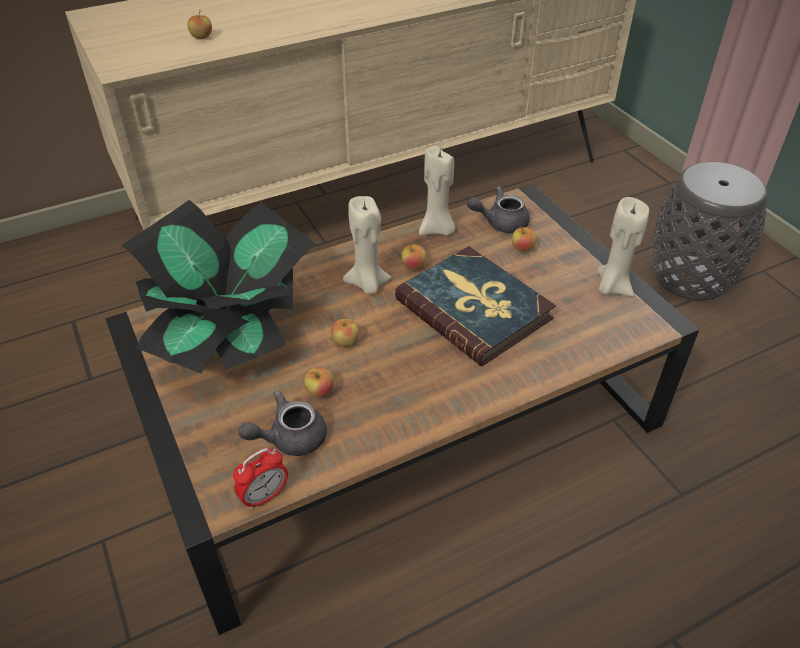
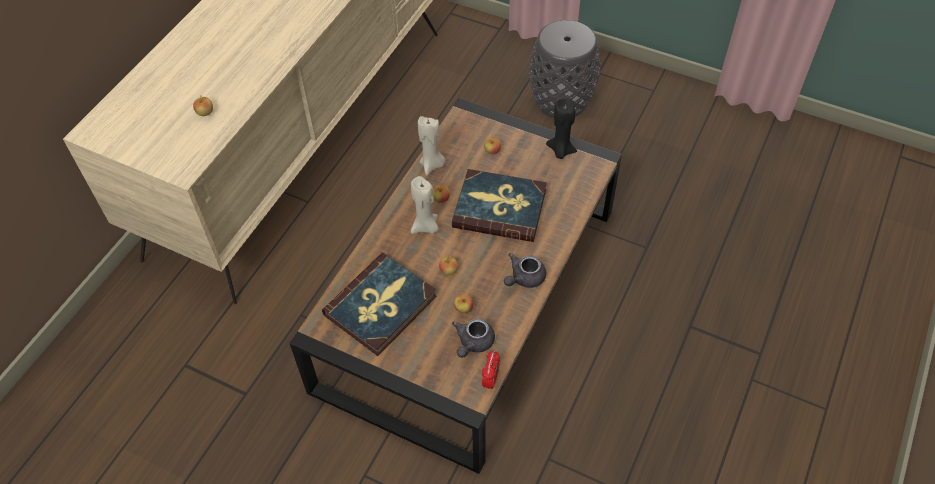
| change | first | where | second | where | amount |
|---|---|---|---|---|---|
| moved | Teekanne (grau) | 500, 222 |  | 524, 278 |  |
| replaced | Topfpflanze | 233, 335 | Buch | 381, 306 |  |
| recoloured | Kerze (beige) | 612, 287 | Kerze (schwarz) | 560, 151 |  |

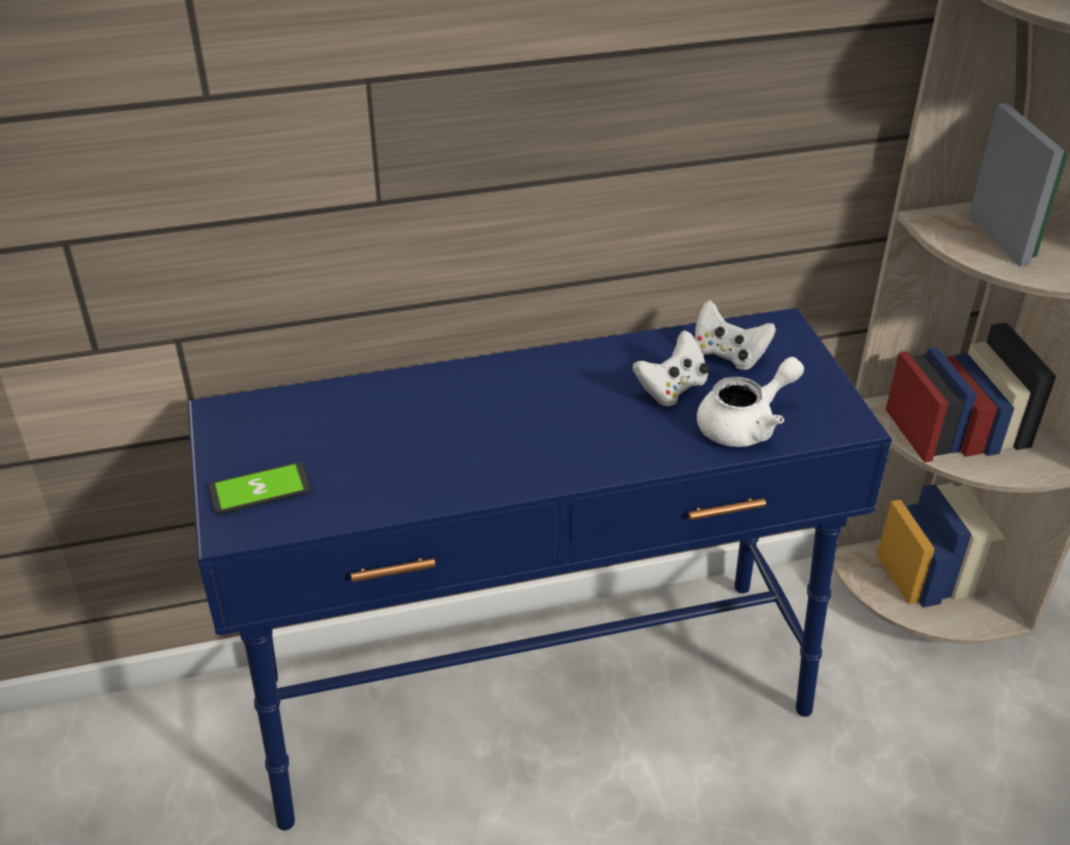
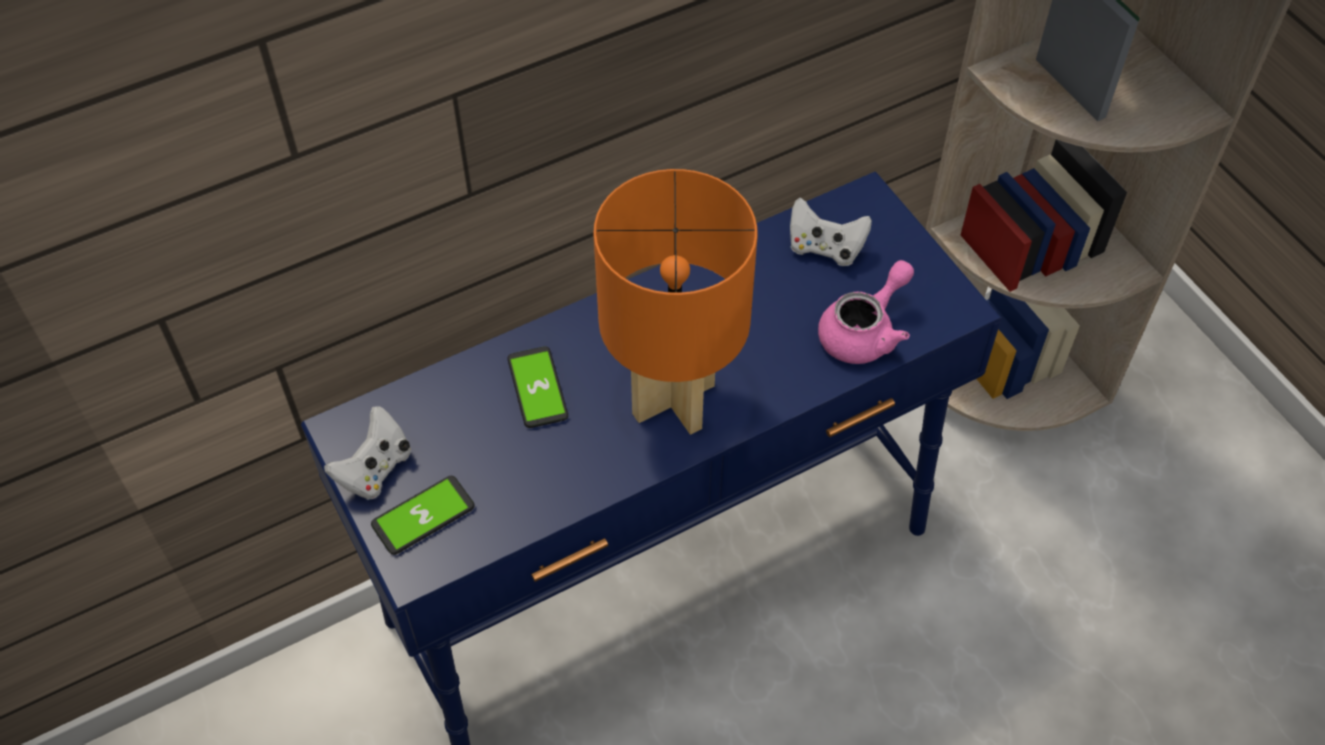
| change | first | where | second | where | amount |
|---|---|---|---|---|---|
| added |  |  | Handy | 537, 388 |  |
| added |  |  | Tischlampe (orange) | 675, 400 |  |
| moved | Gamepad (weiß) | 671, 389 |  | 375, 469 |  |
| recoloured | Teekanne (weiß) | 746, 424 | Teekanne (rosa) | 864, 332 |  |

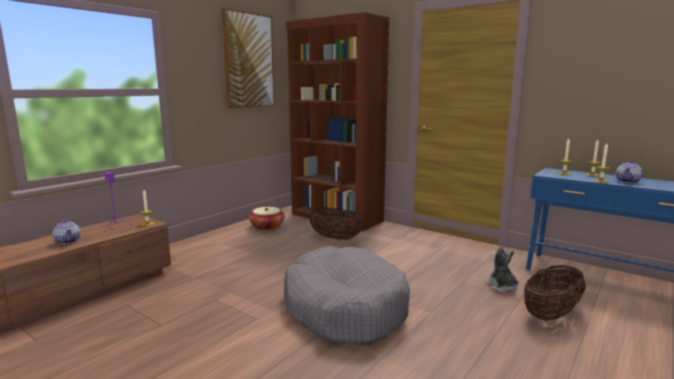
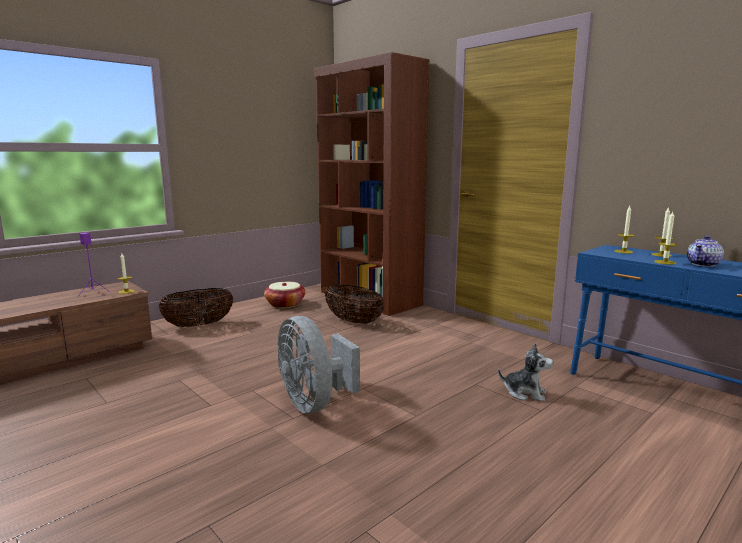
| change | first | where | second | where | amount |
|---|---|---|---|---|---|
| removed | Teekanne | 68, 241 |  |  |  |
| removed | Bild | 248, 61 |  |  |  |
| moved | Korb | 551, 314 |  | 199, 325 |  |
| replaced | Hundebett (grau) | 344, 309 | Ventilator (grau) | 314, 403 |  |
| turned | Plüschtier | 501, 287 |  | 525, 393 | 120 degrees clockwise |

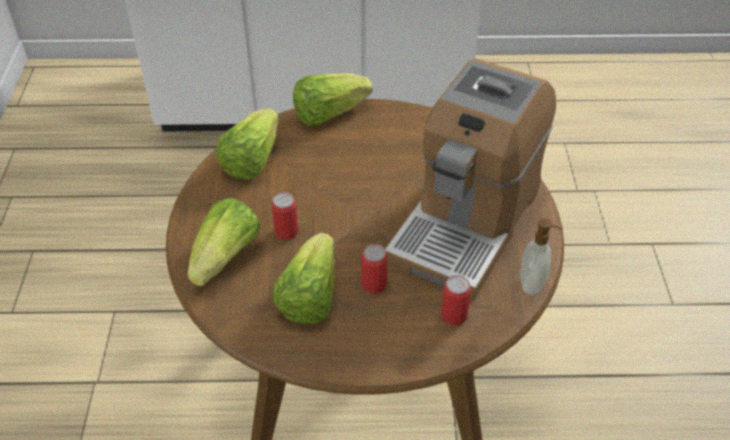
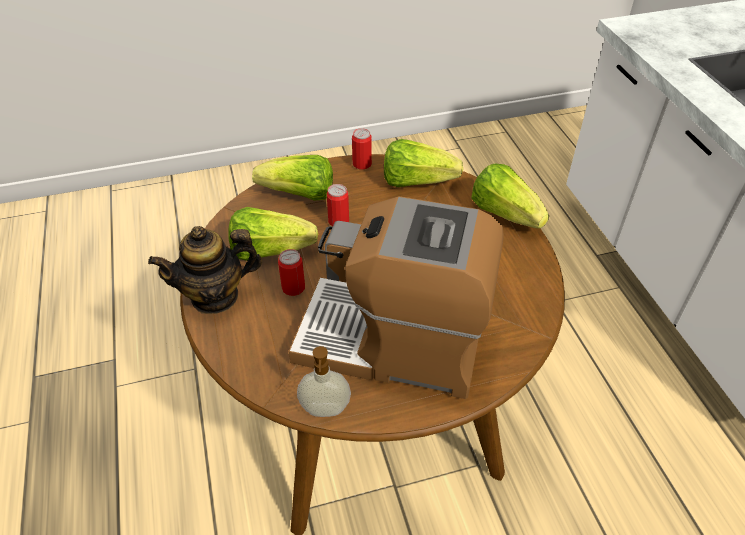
| change | first | where | second | where | amount |
|---|---|---|---|---|---|
| added |  |  | Teekanne | 215, 296 |  |
| moved | Dose | 454, 315 |  | 362, 164 |  |

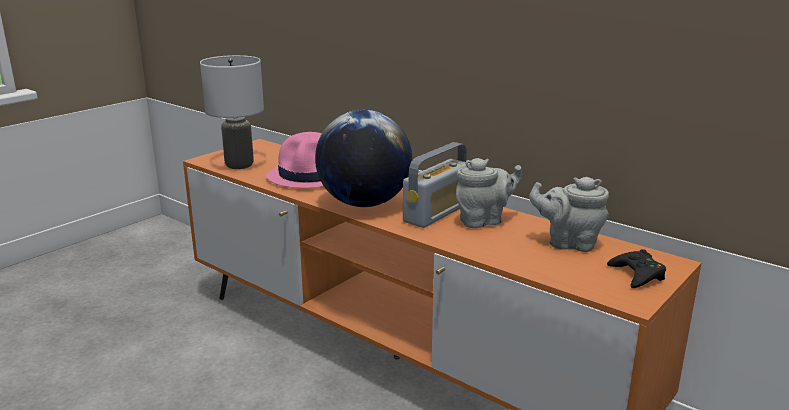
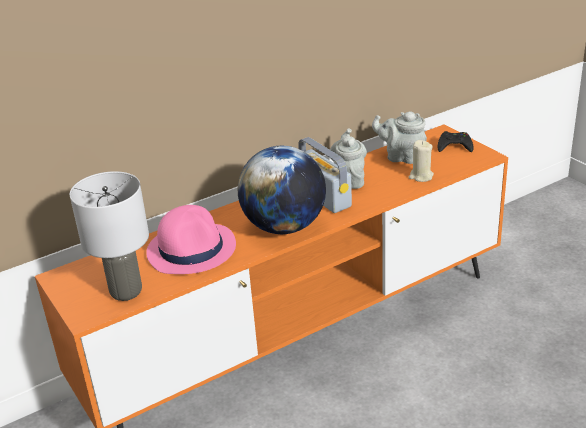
| change | first | where | second | where | amount |
|---|---|---|---|---|---|
| added |  |  | Kerze (beige) | 421, 176 |  |
| turned | Teekanne (grau) | 568, 243 |  | 401, 157 | 75 degrees clockwise |

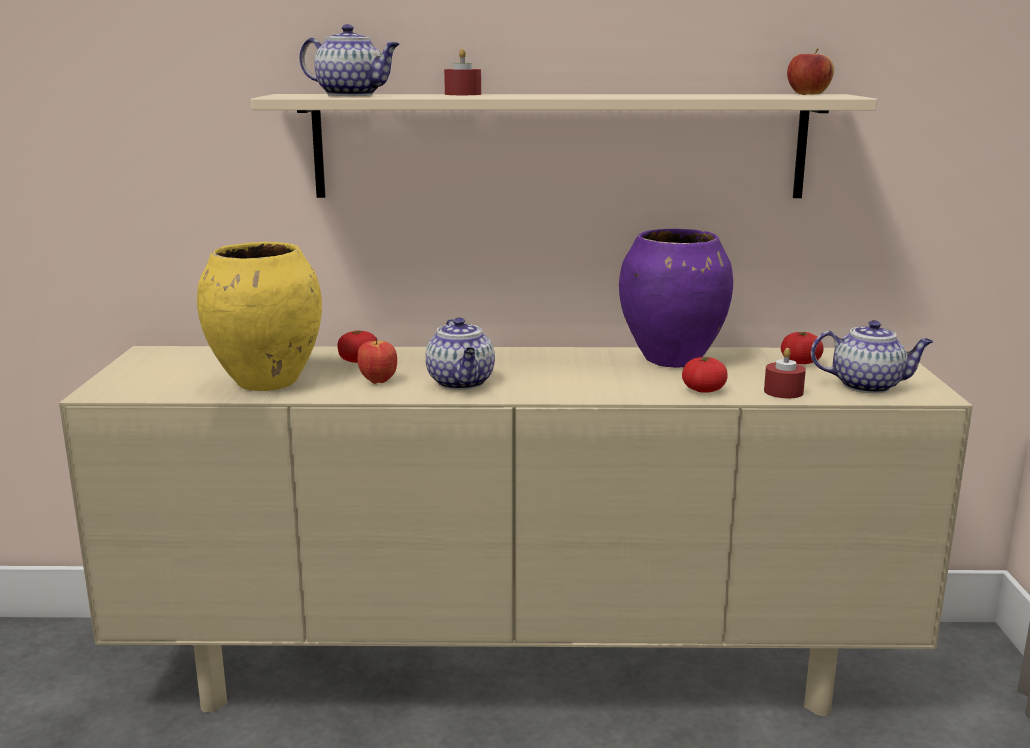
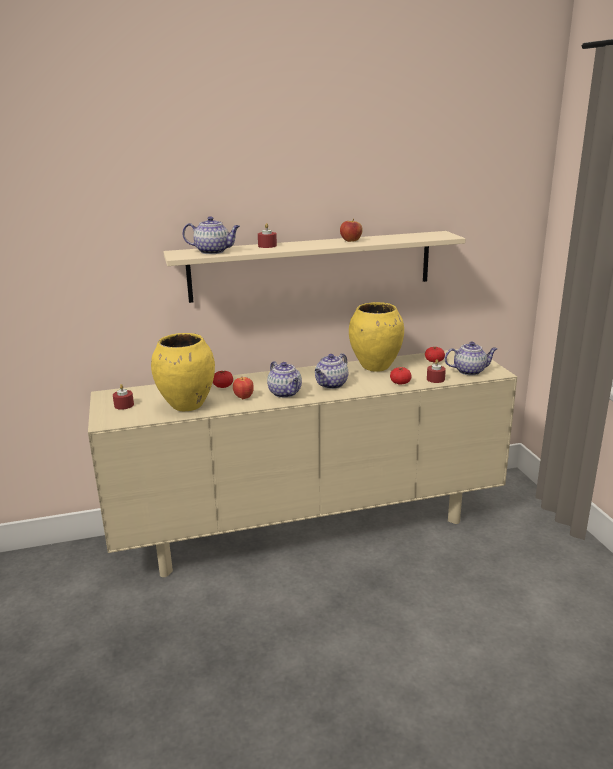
| change | first | where | second | where | amount |
|---|---|---|---|---|---|
| added |  |  | Kerze (rot) | 124, 405 |  |
| added |  |  | Teekanne | 331, 385 |  |
| moved | Apfel | 808, 94 |  | 351, 241 |  |
| recoloured | Vase (lila) | 673, 360 | Vase (gelb) | 376, 367 |  |

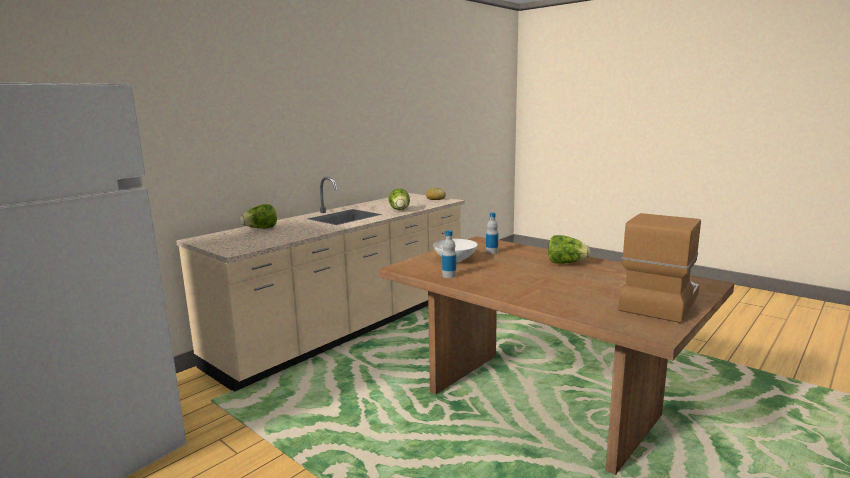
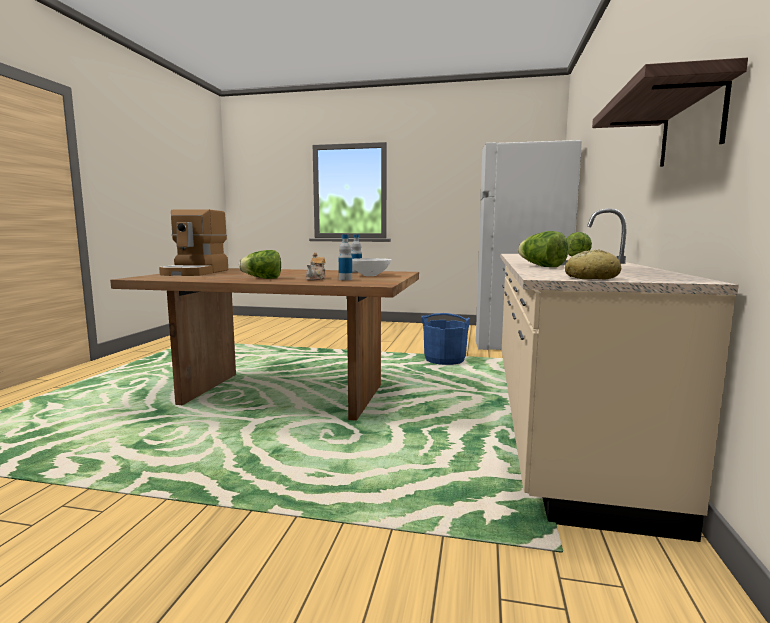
| change | first | where | second | where | amount |
|---|---|---|---|---|---|
| added |  |  | Teekanne | 316, 279 |  |
| added |  |  | Eimer (blau) | 444, 360 |  |
| added |  |  | Wandregal | 692, 124 |  |

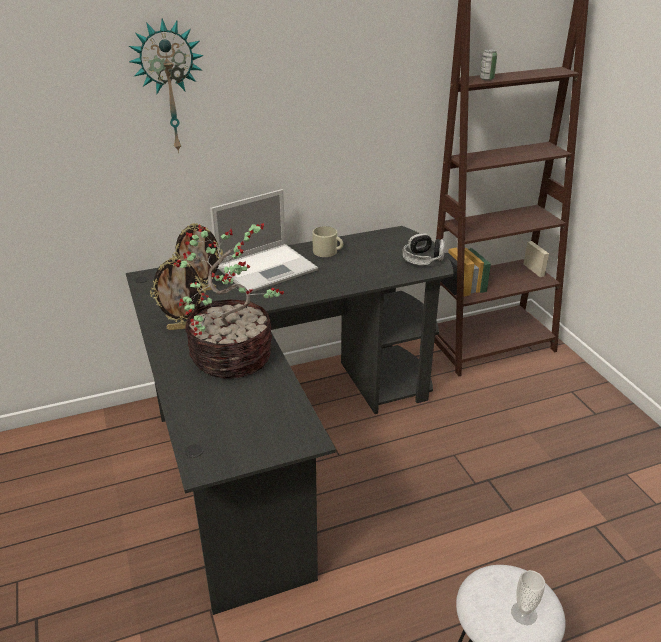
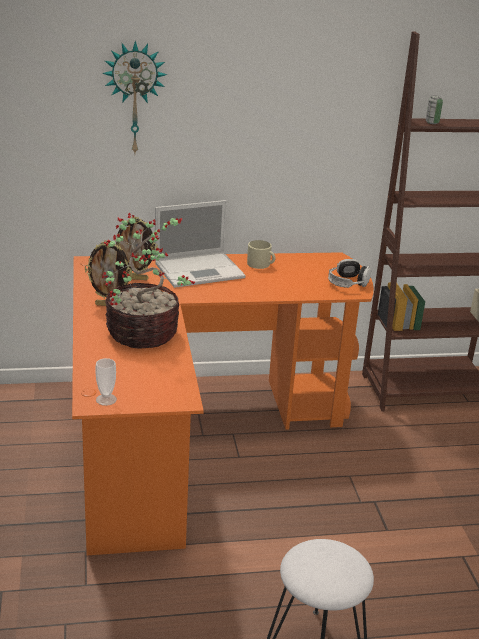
| change | first | where | second | where | amount |
|---|---|---|---|---|---|
| moved | Tasse | 524, 613 |  | 106, 399 |  |
| recoloured | Schreibtisch (schwarz) | 283, 439 | Schreibtisch (orange) | 191, 434 |  |

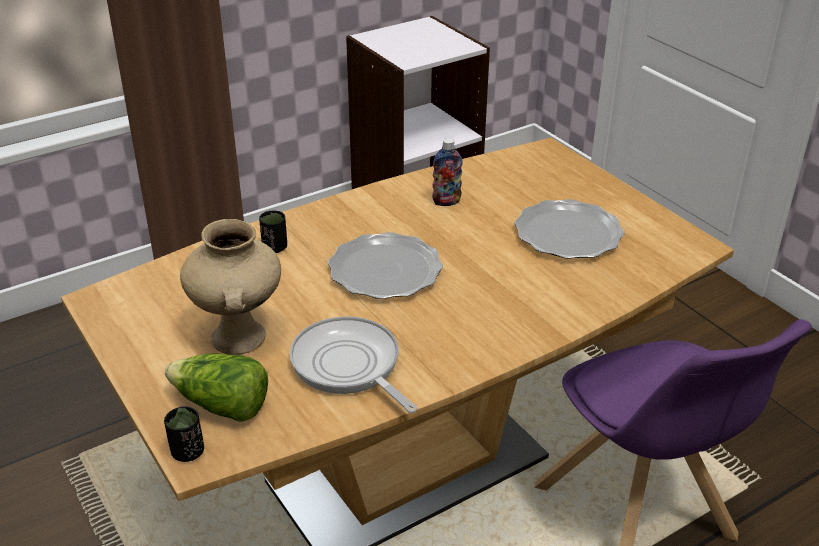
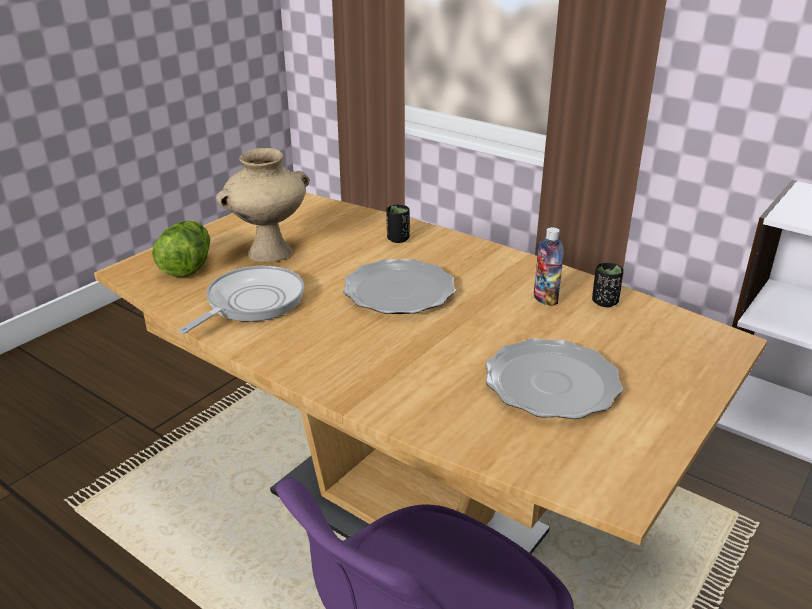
| change | first | where | second | where | amount |
|---|---|---|---|---|---|
| moved | Tasse (schwarz) | 187, 452 |  | 604, 302 |  |

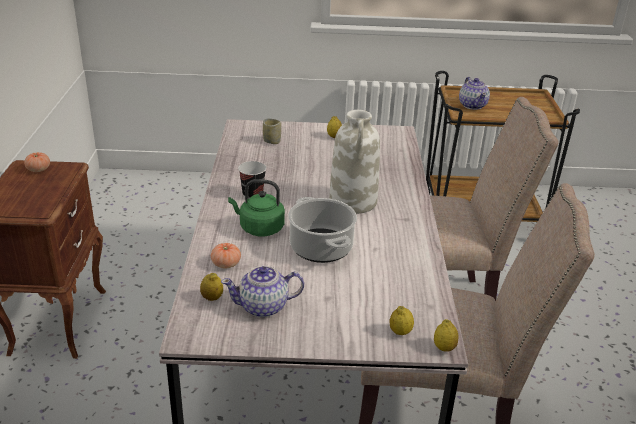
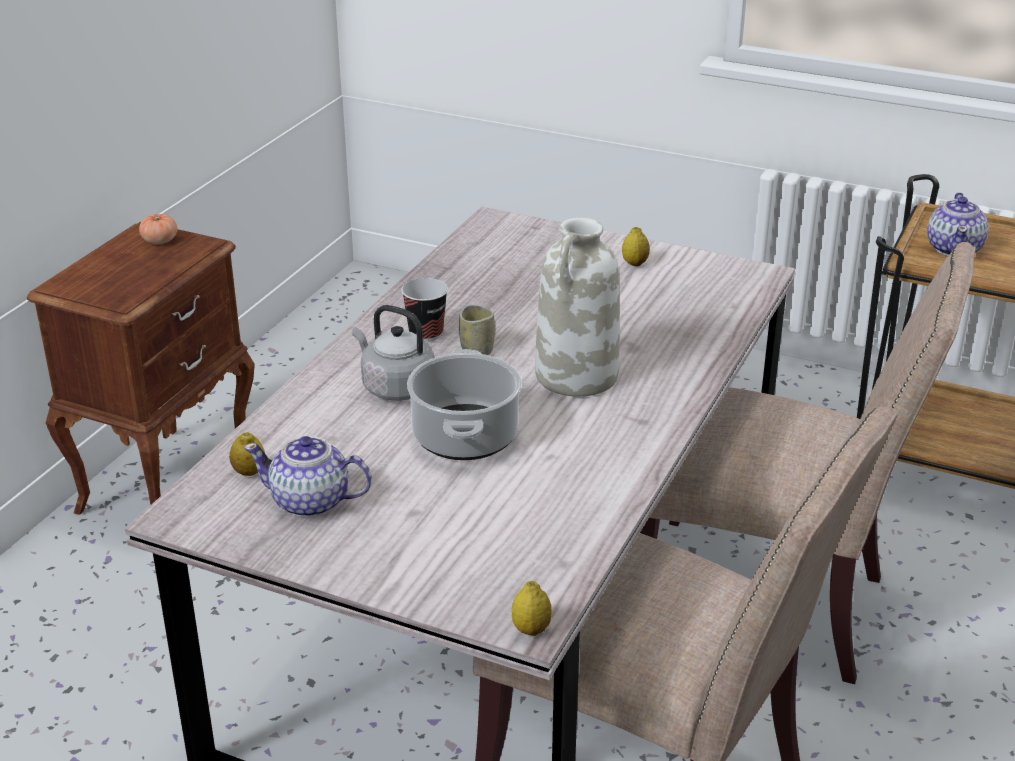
| change | first | where | second | where | amount |
|---|---|---|---|---|---|
| removed | Tomate | 226, 264 |  |  |  |
| removed | Zitrone | 400, 332 |  |  |  |
| moved | Tasse | 272, 141 |  | 477, 350 |  |
| recoloured | Wasserkessel (grün) | 259, 228 | Wasserkessel (grau) | 395, 387 |  |

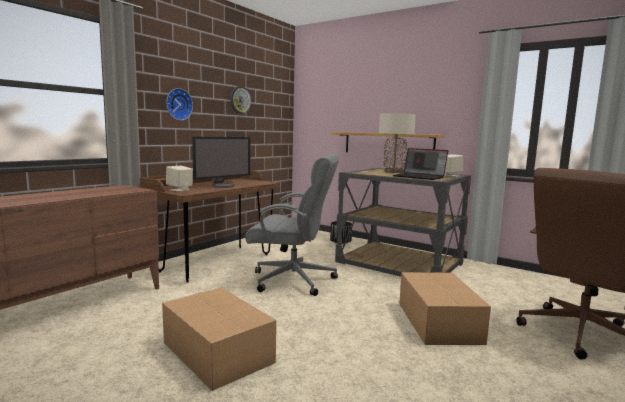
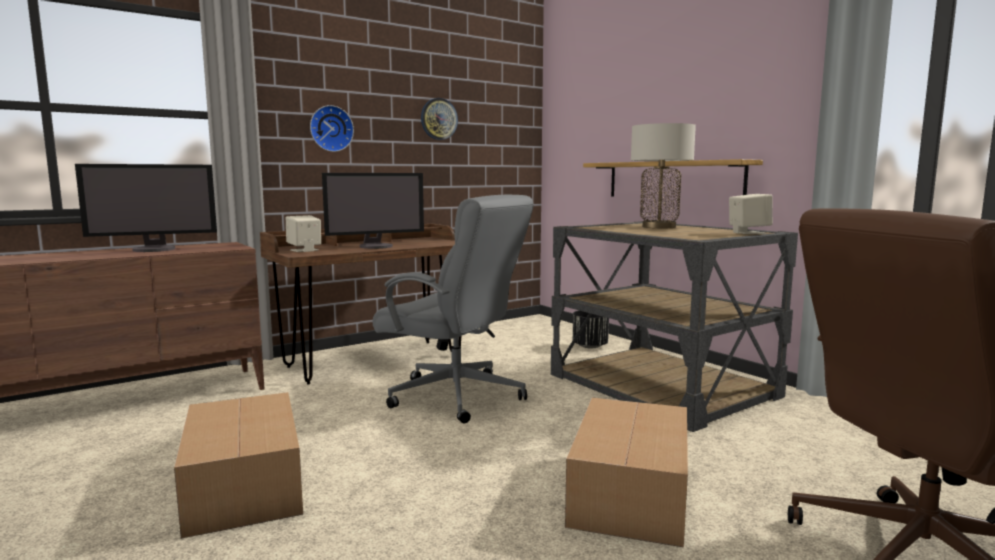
| change | first | where | second | where | amount |
|---|---|---|---|---|---|
| removed | Laptop | 420, 177 |  |  |  |
| added |  |  | Monitor | 155, 249 |  |

